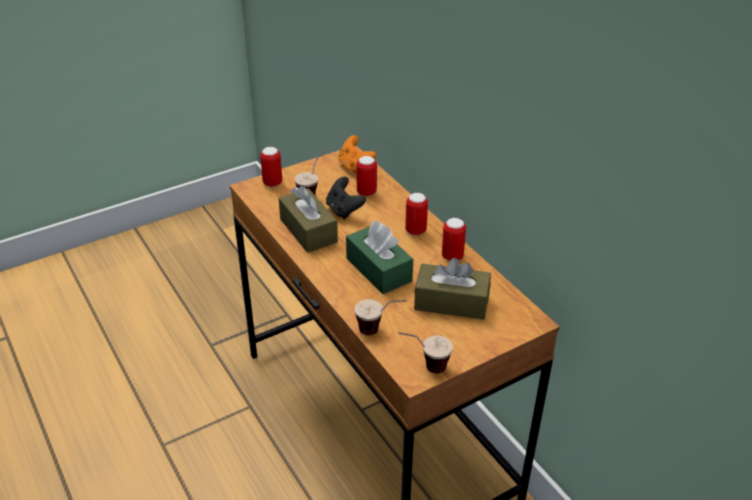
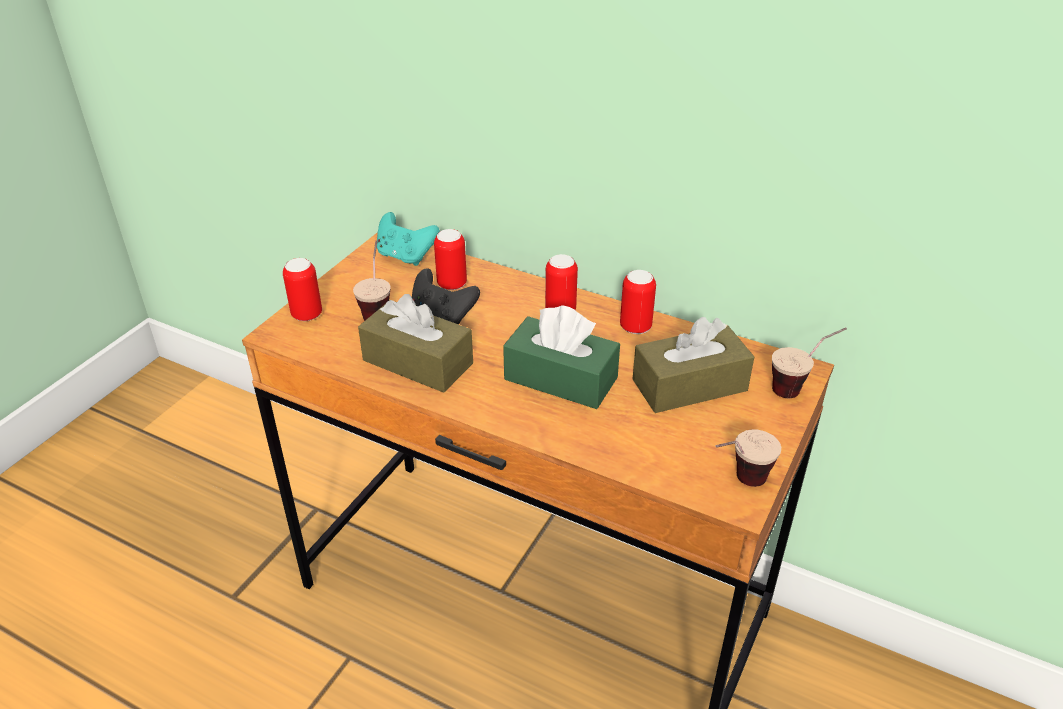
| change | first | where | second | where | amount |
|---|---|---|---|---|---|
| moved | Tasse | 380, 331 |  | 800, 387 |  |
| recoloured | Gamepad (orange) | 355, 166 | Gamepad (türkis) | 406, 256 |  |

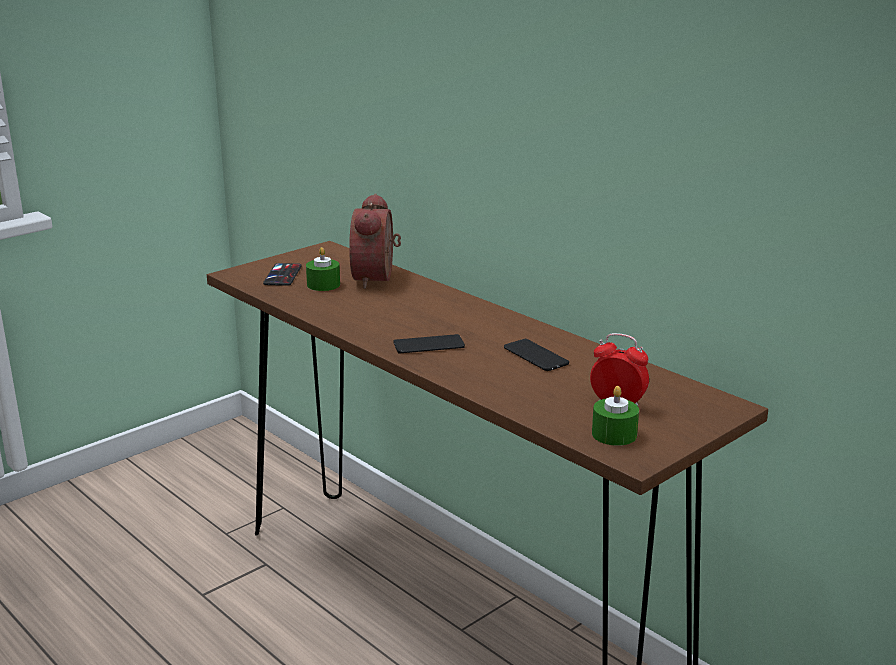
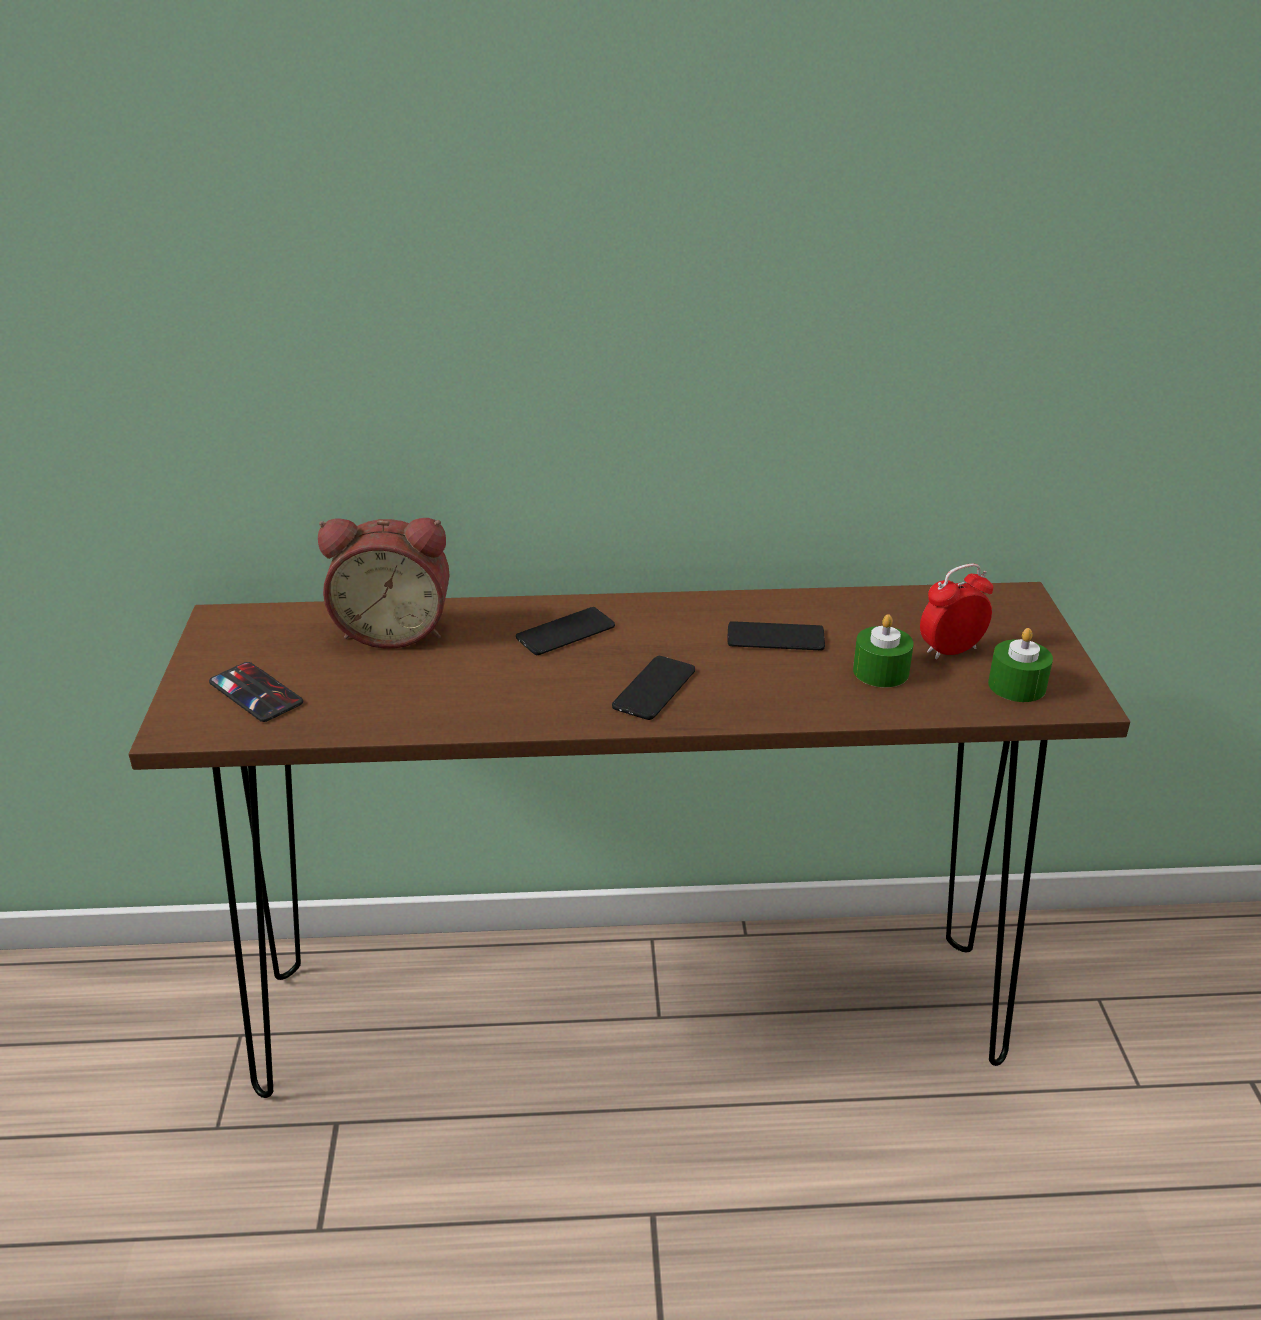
| change | first | where | second | where | amount |
|---|---|---|---|---|---|
| added |  |  | Handy | 565, 632 |  |
| moved | Kerze (grün) | 323, 285 |  | 881, 671 |  |
| turned | Wecker | 377, 278 |  | 394, 630 | 45 degrees counterclockwise |

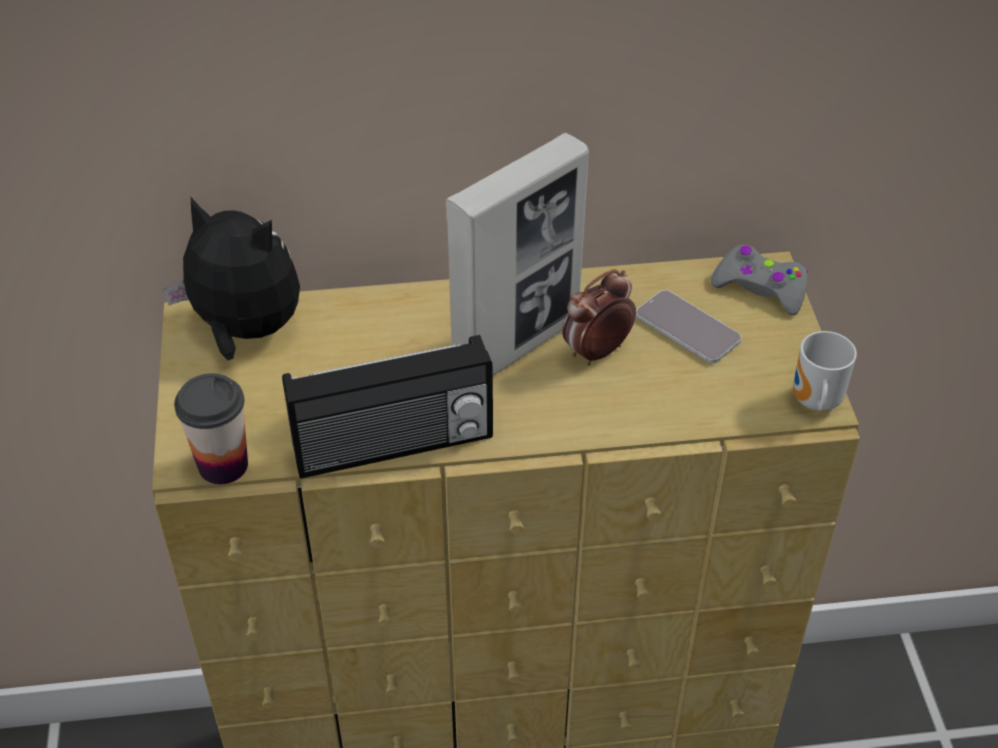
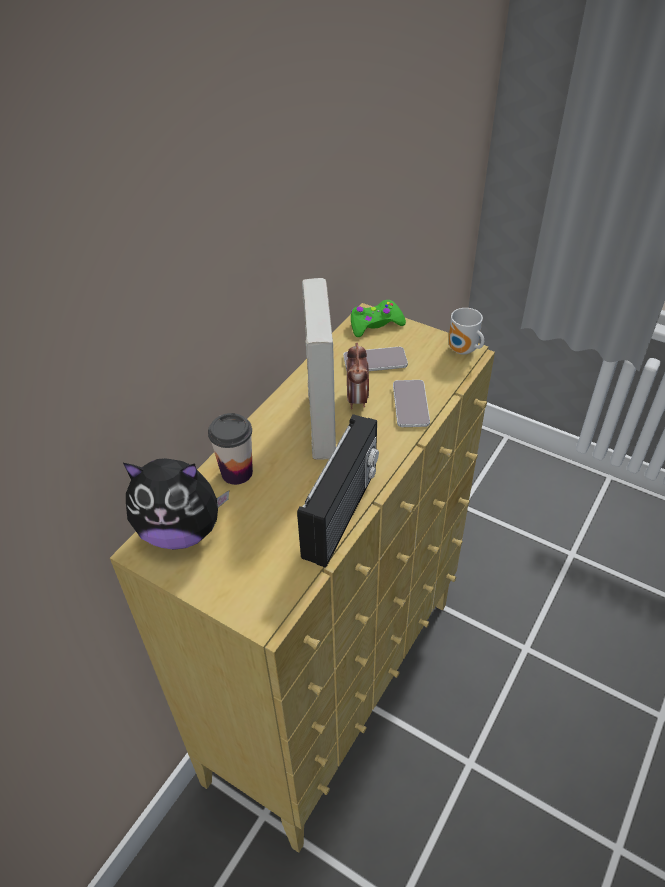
| change | first | where | second | where | amount |
|---|---|---|---|---|---|
| added |  |  | Handy | 410, 404 |  |
| moved | Tasse | 223, 465 |  | 237, 472 |  |
| recoloured | Gamepad (grau) | 760, 288 | Gamepad (grün) | 375, 324 |  |
| turned | Plüschtier | 244, 331 |  | 181, 531 | 150 degrees counterclockwise |

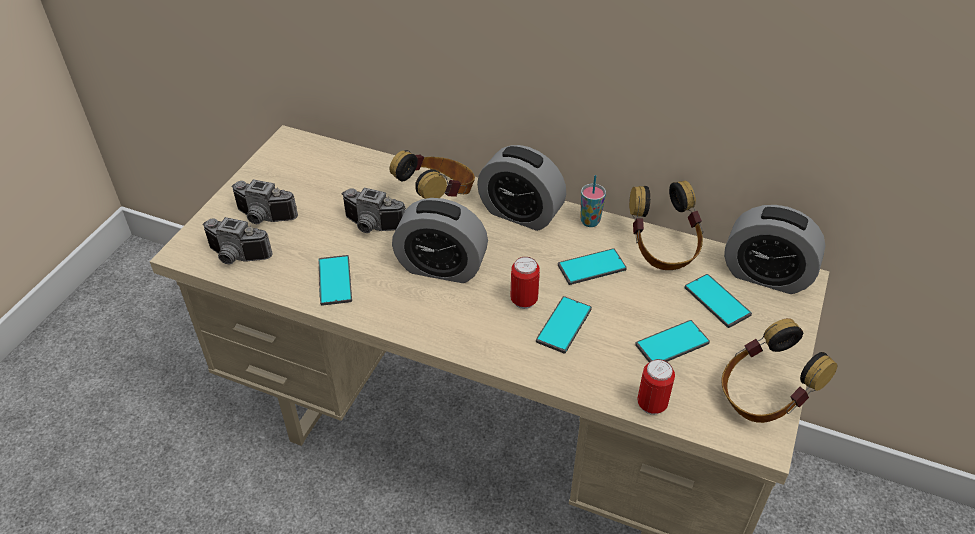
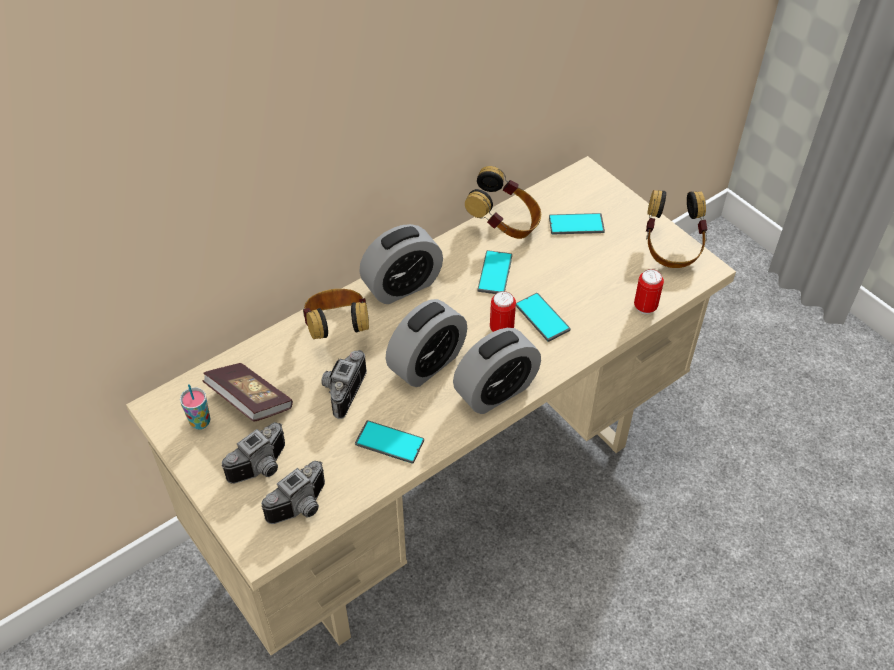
| change | first | where | second | where | amount |
|---|---|---|---|---|---|
| removed | Handy | 672, 344 |  |  |  |
| added |  |  | Buch | 250, 401 |  |
| moved | Tasse | 590, 221 |  | 200, 422 |  |
| moved | Wecker | 766, 275 |  | 496, 391 |  |
| turned | Kamera | 371, 227 |  | 340, 390 | 150 degrees clockwise |

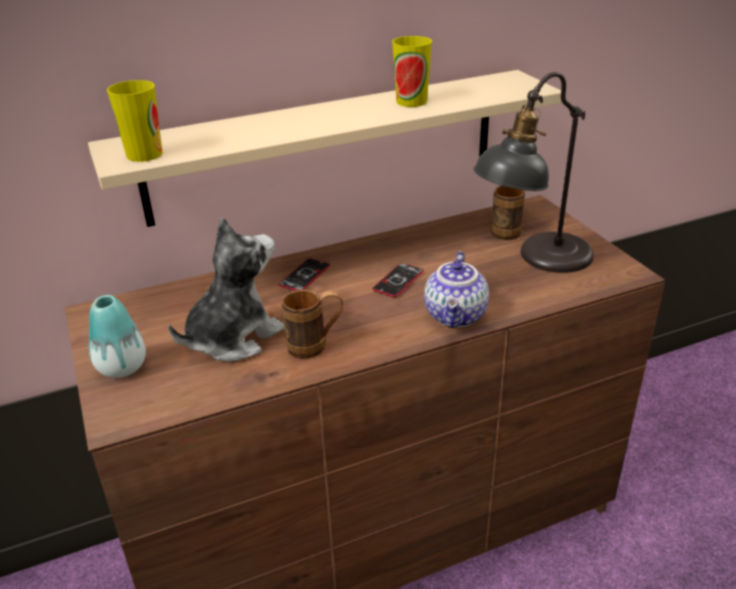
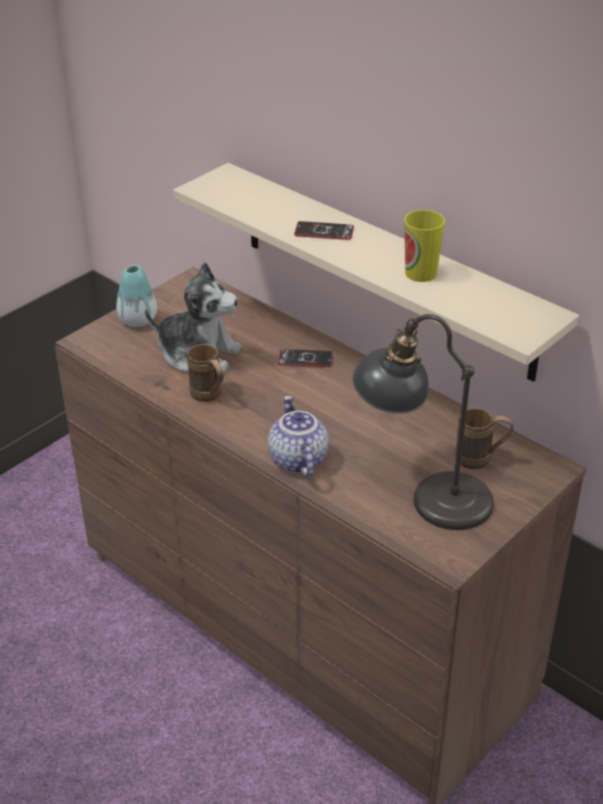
| change | first | where | second | where | amount |
|---|---|---|---|---|---|
| removed | Tasse | 144, 154 |  |  |  |
| moved | Handy | 398, 281 |  | 324, 232 |  |
| turned | Teekanne | 457, 316 |  | 296, 460 | 90 degrees clockwise |

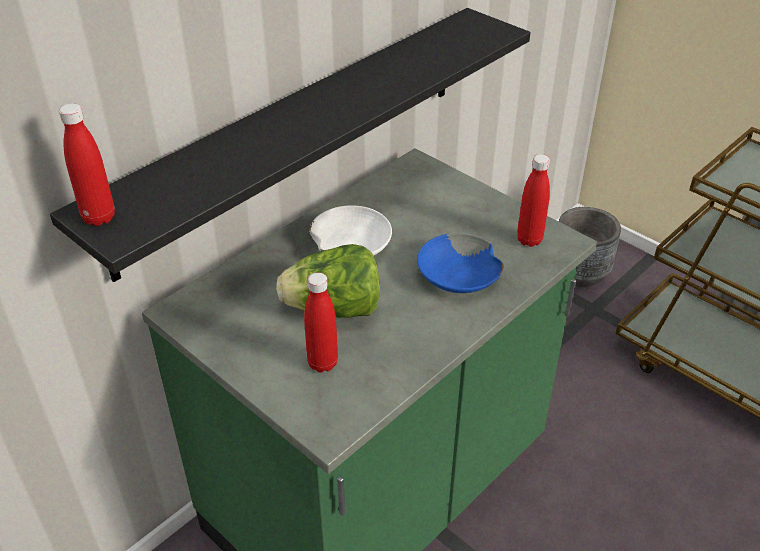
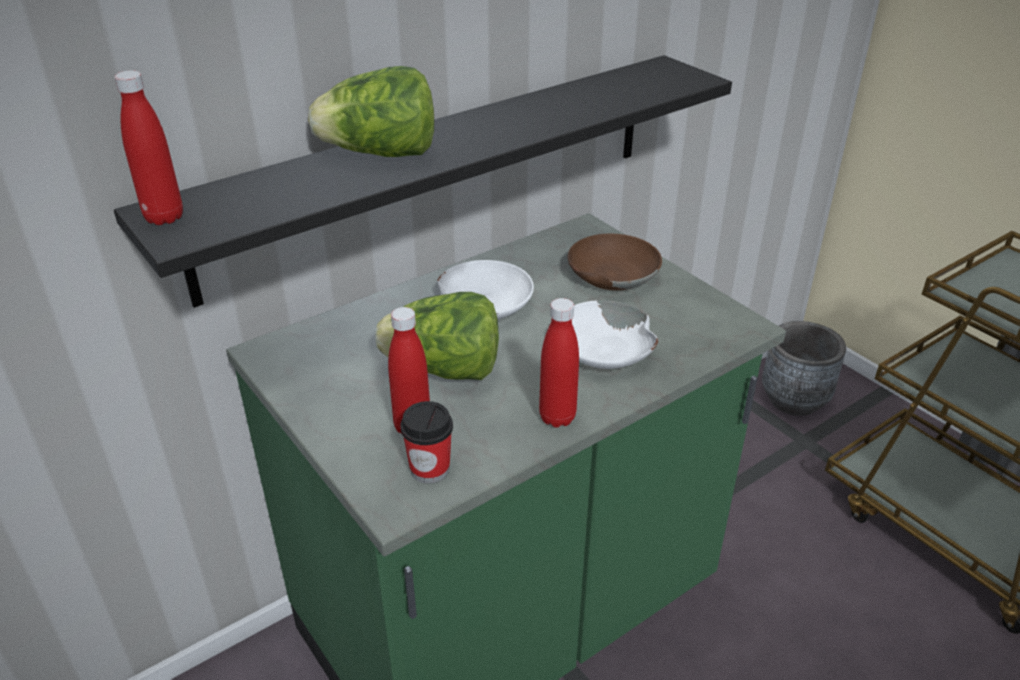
| change | first | where | second | where | amount |
|---|---|---|---|---|---|
| added |  |  | Salatkopf | 381, 154 |  |
| added |  |  | Tasse | 430, 469 |  |
| added |  |  | Schüssel (braun) | 611, 274 |  |
| moved | Flasche (rot) | 529, 240 |  | 557, 417 |  |
| recoloured | Schüssel (blau) | 459, 276 | Schüssel (weiß) | 604, 351 |  |

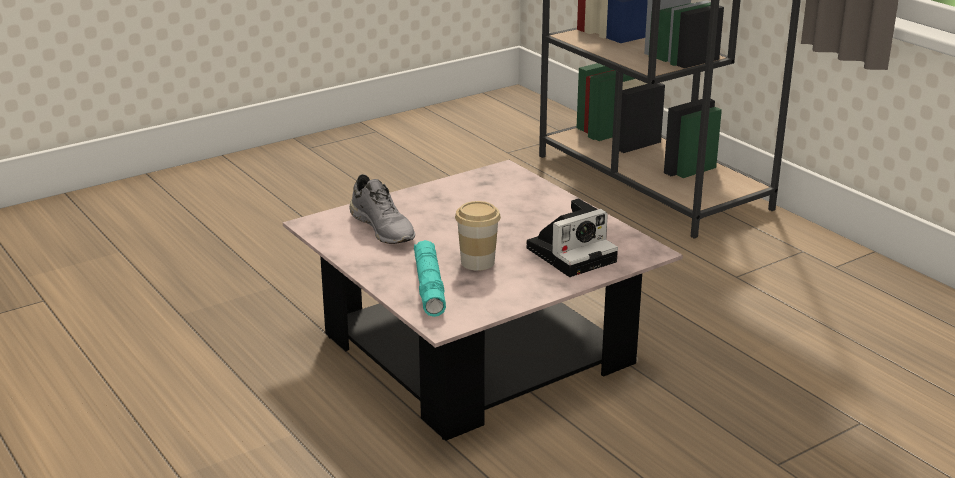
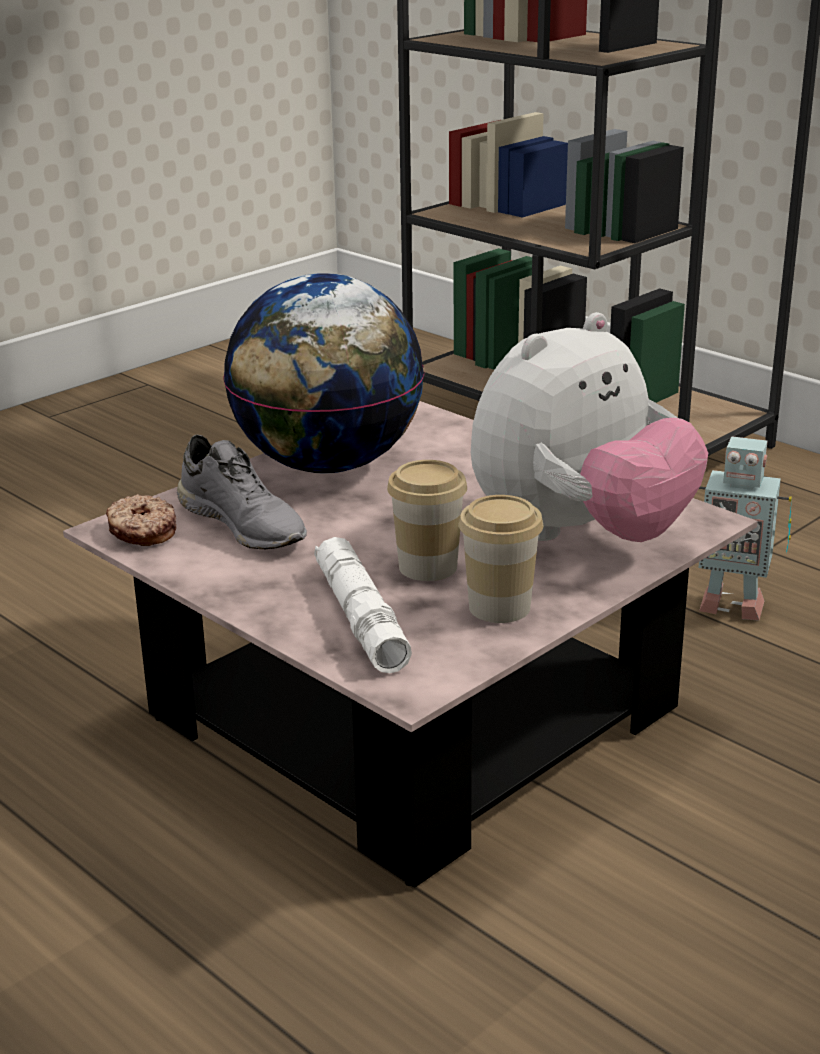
| change | first | where | second | where | amount |
|---|---|---|---|---|---|
| added |  |  | Donut | 142, 532 |  |
| added |  |  | Globus | 327, 465 |  |
| added |  |  | Tasse | 499, 607 |  |
| added |  |  | Spielzeugroboter | 729, 604 |  |
| replaced | Kamera | 573, 253 | Plüschtier | 581, 536 |  |
| recoloured | Taschenlampe (türkis) | 429, 286 | Taschenlampe (weiß) | 360, 617 |  |

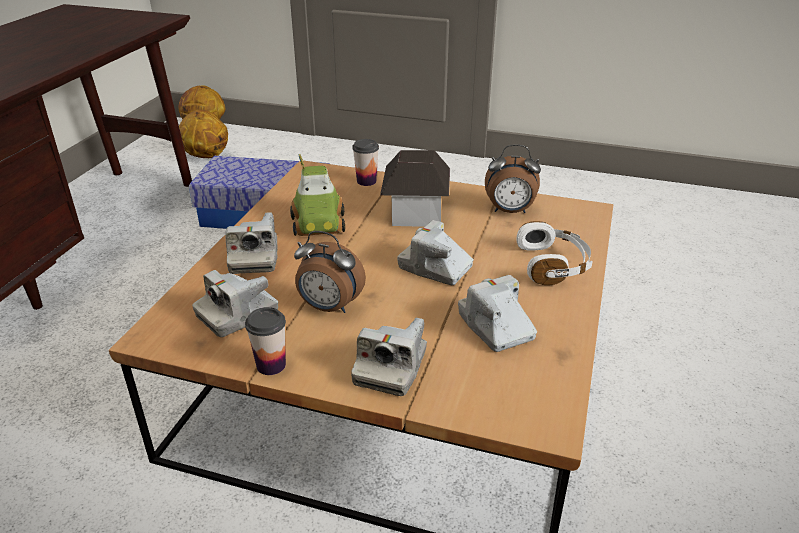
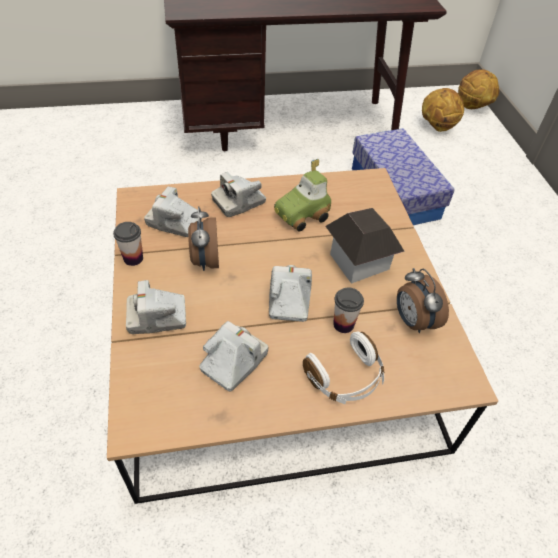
| change | first | where | second | where | amount |
|---|---|---|---|---|---|
| moved | Tasse | 366, 181 |  | 343, 324 |  |

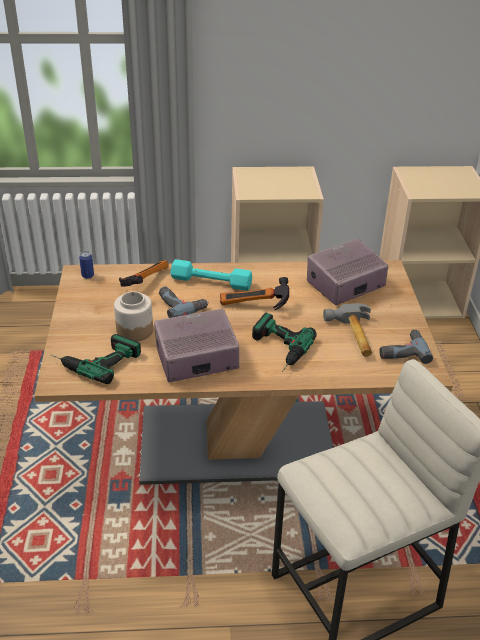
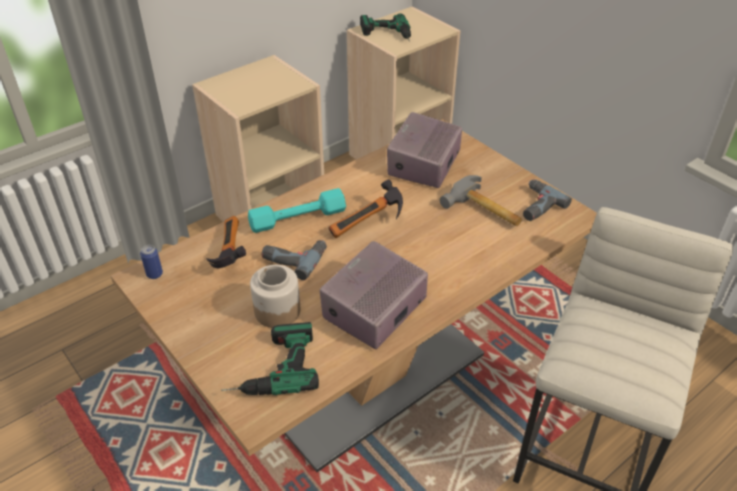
| change | first | where | second | where | amount |
|---|---|---|---|---|---|
| moved | Bohrmaschine | 276, 349 |  | 387, 35 |  |

